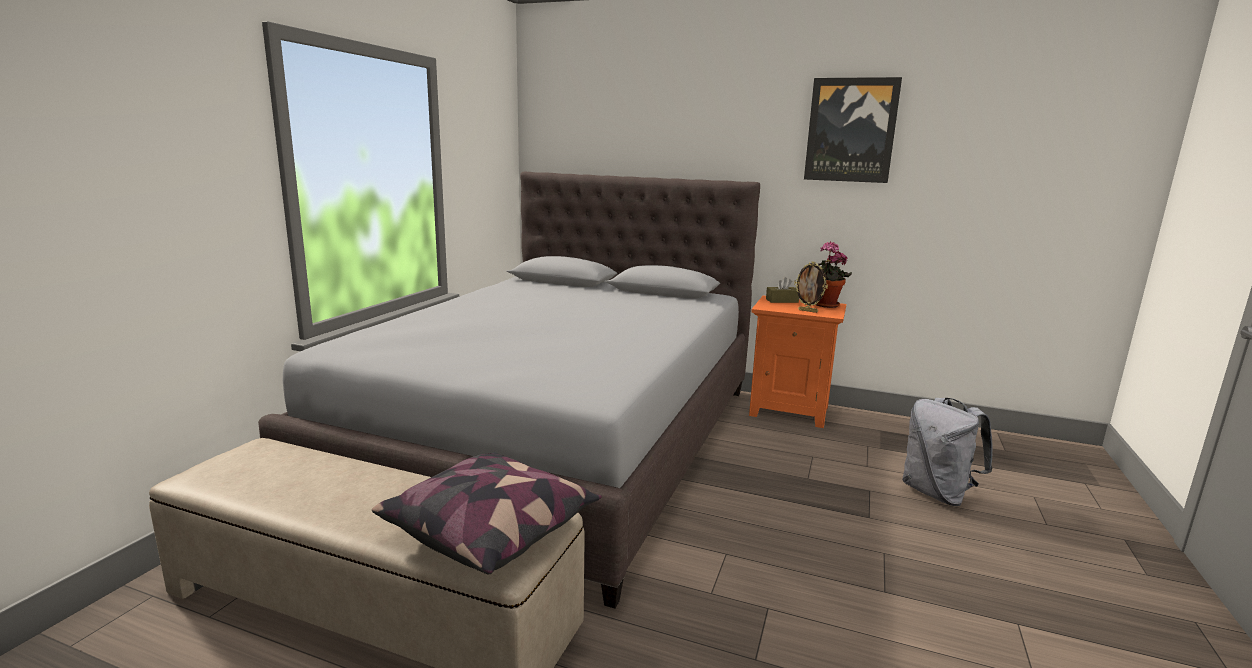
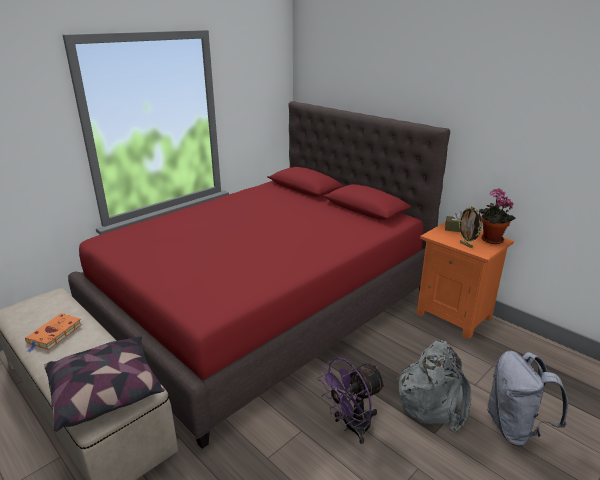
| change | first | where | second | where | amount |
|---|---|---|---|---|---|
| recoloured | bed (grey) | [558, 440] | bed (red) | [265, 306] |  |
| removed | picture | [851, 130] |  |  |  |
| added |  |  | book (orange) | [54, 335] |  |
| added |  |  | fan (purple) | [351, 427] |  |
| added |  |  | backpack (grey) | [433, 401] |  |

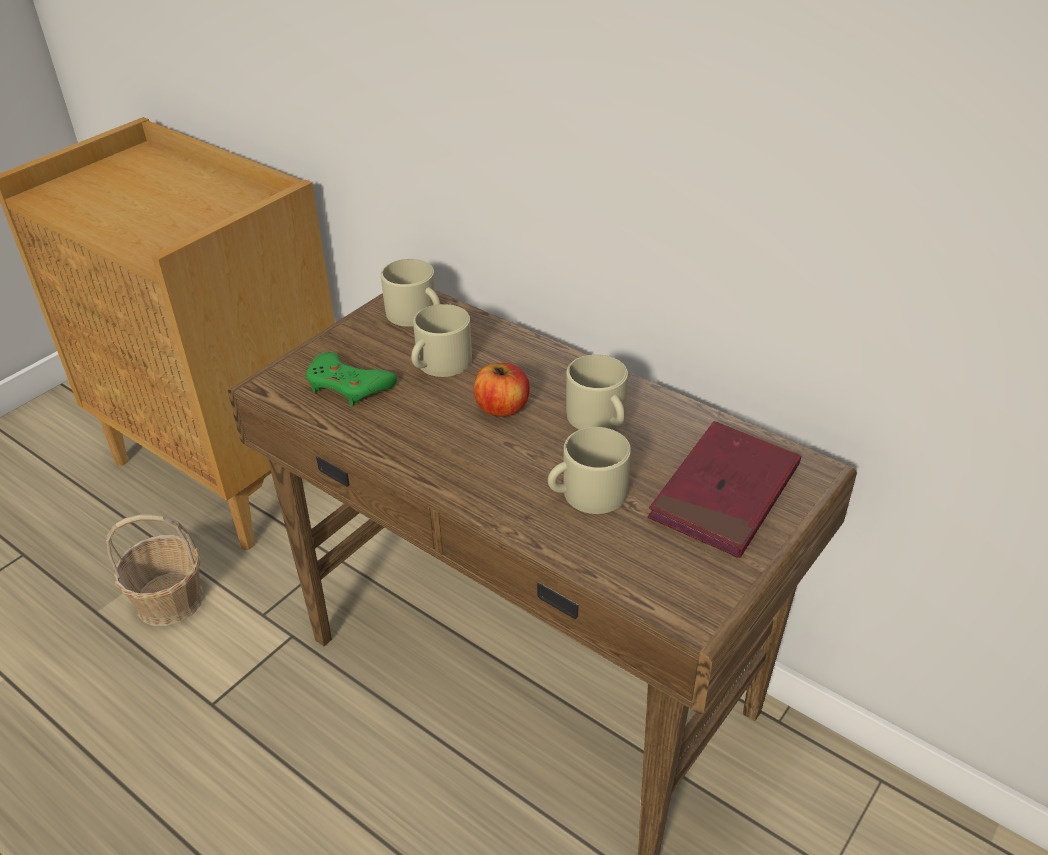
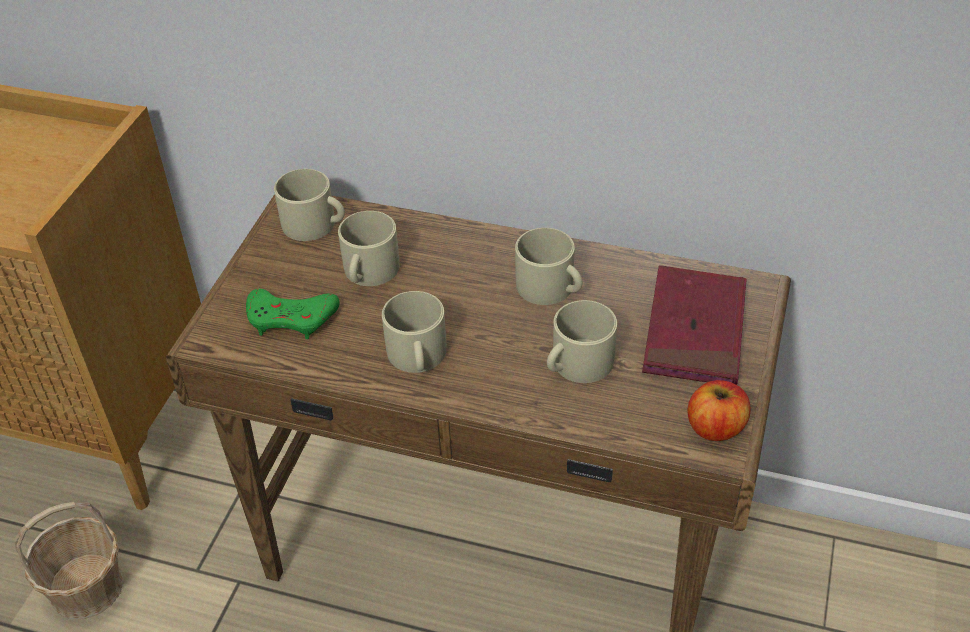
| change | first | where | second | where | amount |
|---|---|---|---|---|---|
| moved | apple | [502, 408] |  | [715, 427] |  |
| added |  |  | mug (beige) | [417, 356] |  |

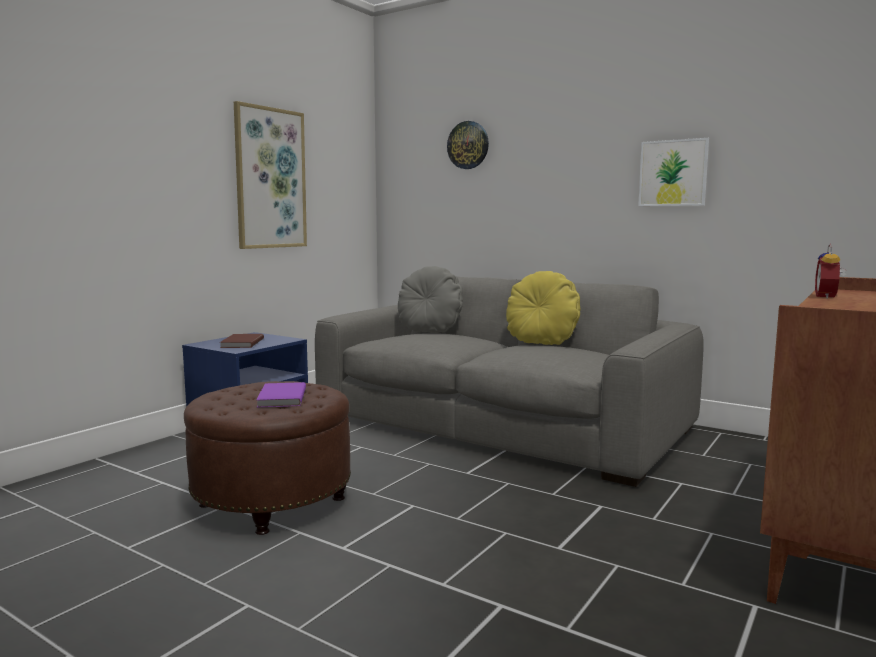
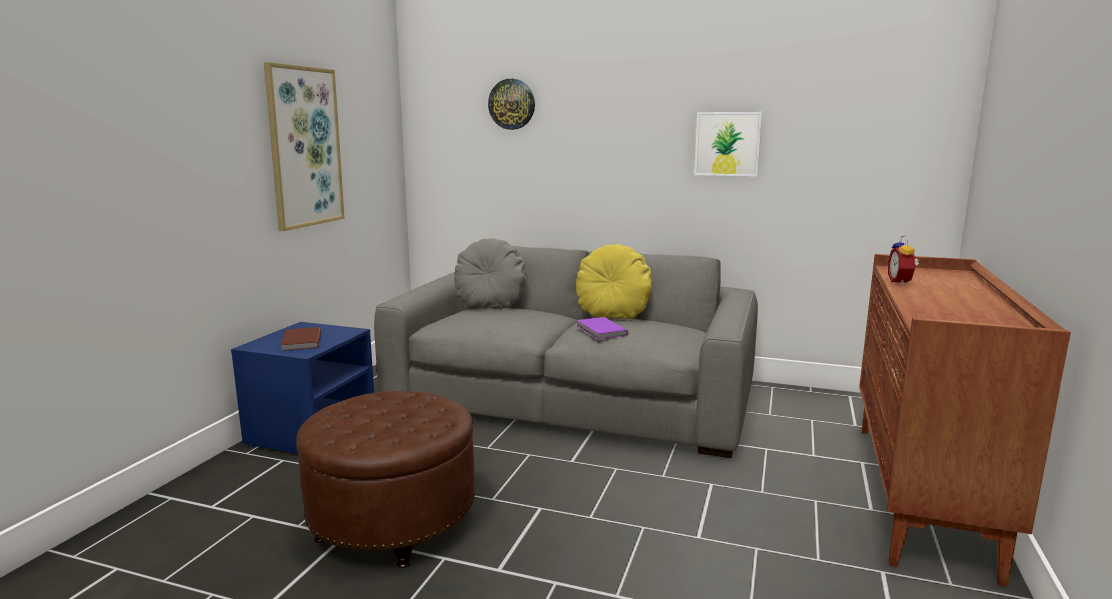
| change | first | where | second | where | amount |
|---|---|---|---|---|---|
| moved | book (purple) | [280, 398] |  | [600, 330] |  |

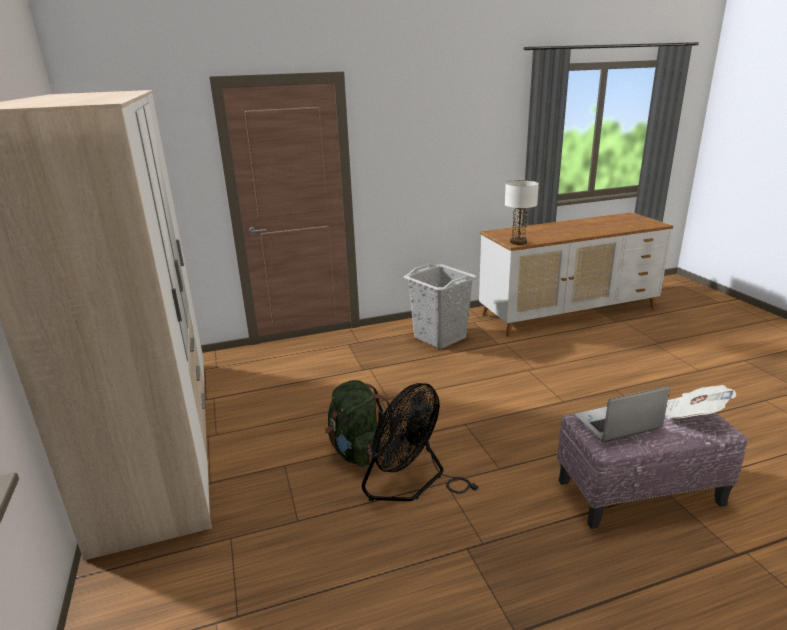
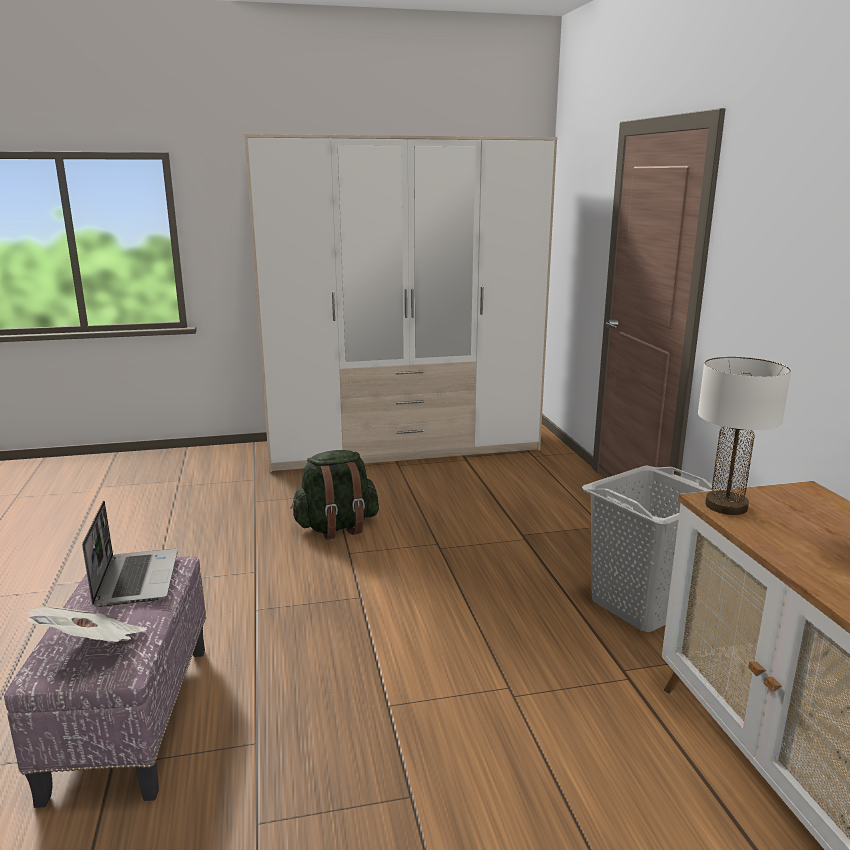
| change | first | where | second | where | amount |
|---|---|---|---|---|---|
| removed | fan (black) | [418, 479] |  |  |  |

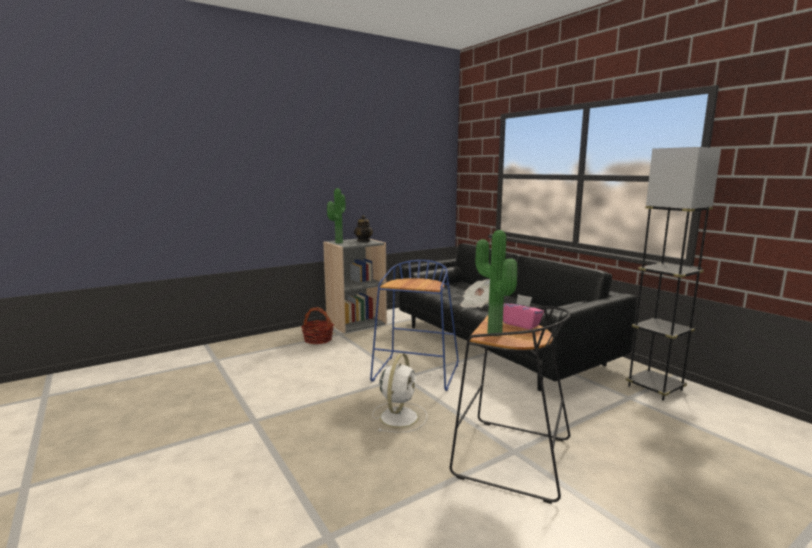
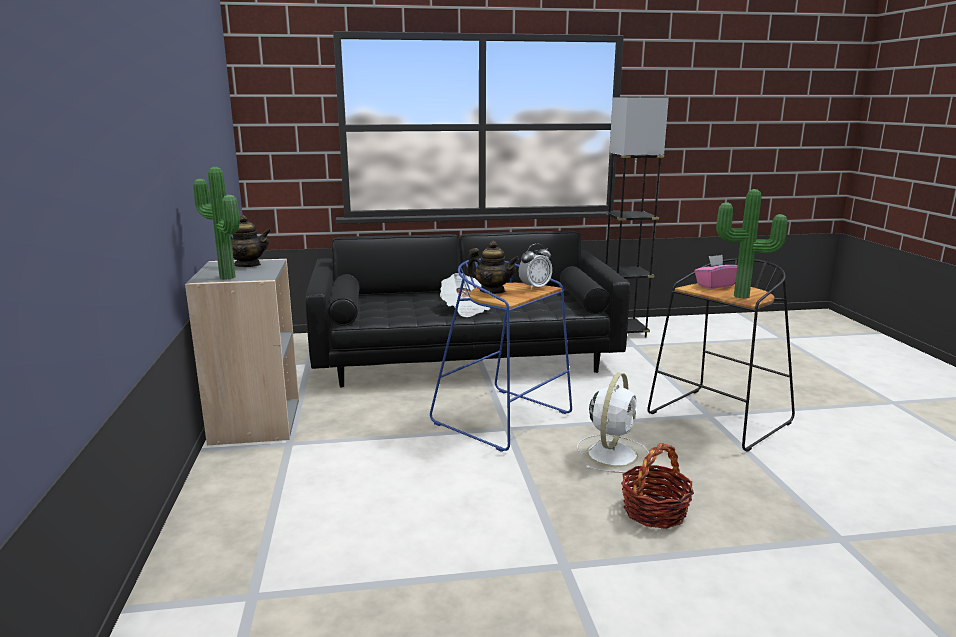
| change | first | where | second | where | amount |
|---|---|---|---|---|---|
| moved | basket | [318, 339] |  | [654, 511] |  |
| turned | fan (white) | [399, 416] |  | [612, 453] | 75 degrees clockwise |
| added |  |  | teapot | [492, 291] |  |
| added |  |  | alarm clock | [535, 287] |  |

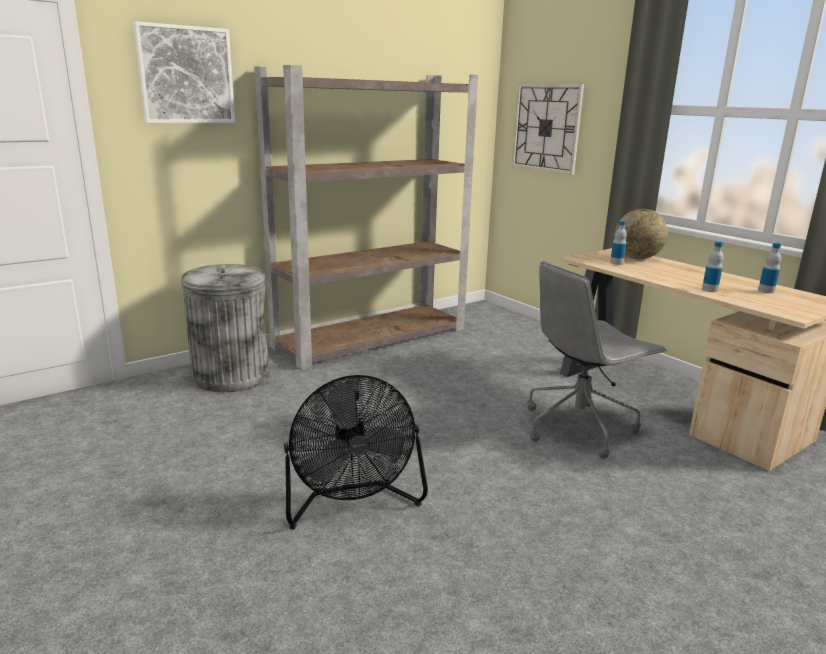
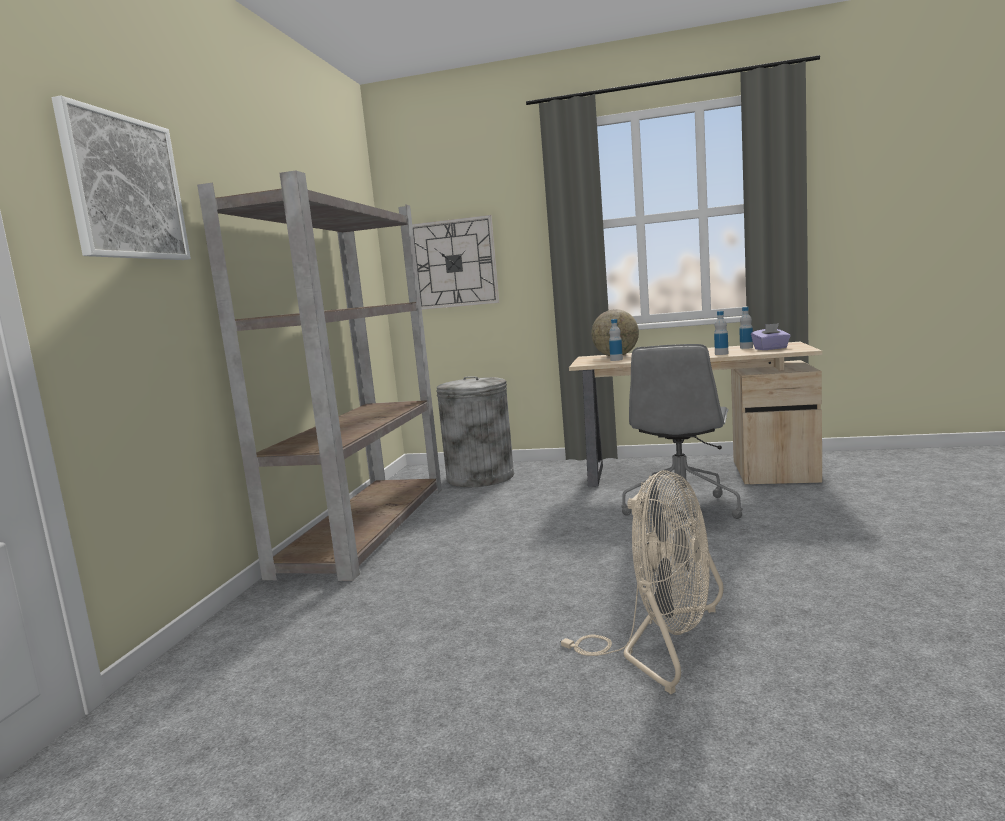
| change | first | where | second | where | amount |
|---|---|---|---|---|---|
| moved | trash can (grey) | [232, 376] |  | [480, 477] |  |
| recoloured | fan (black) | [346, 501] | fan (beige) | [659, 644] |  |
| added |  |  | tissue box (purple) | [771, 348] |  |

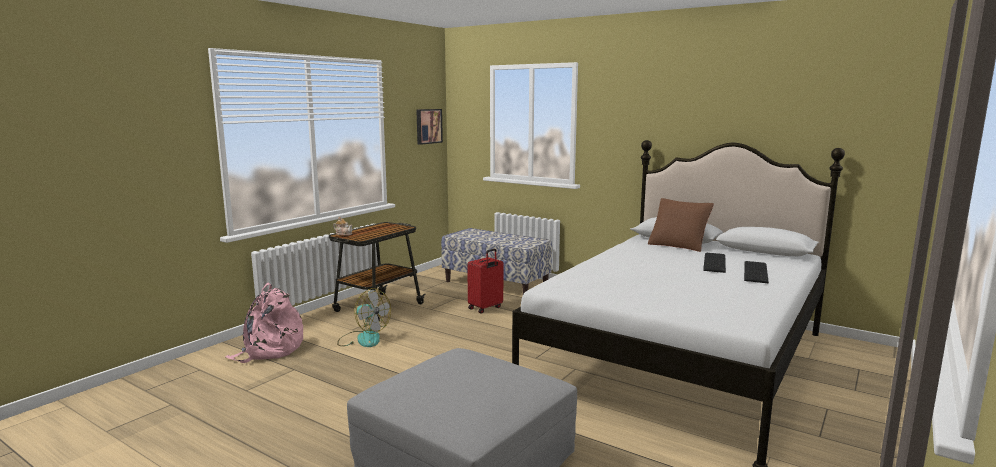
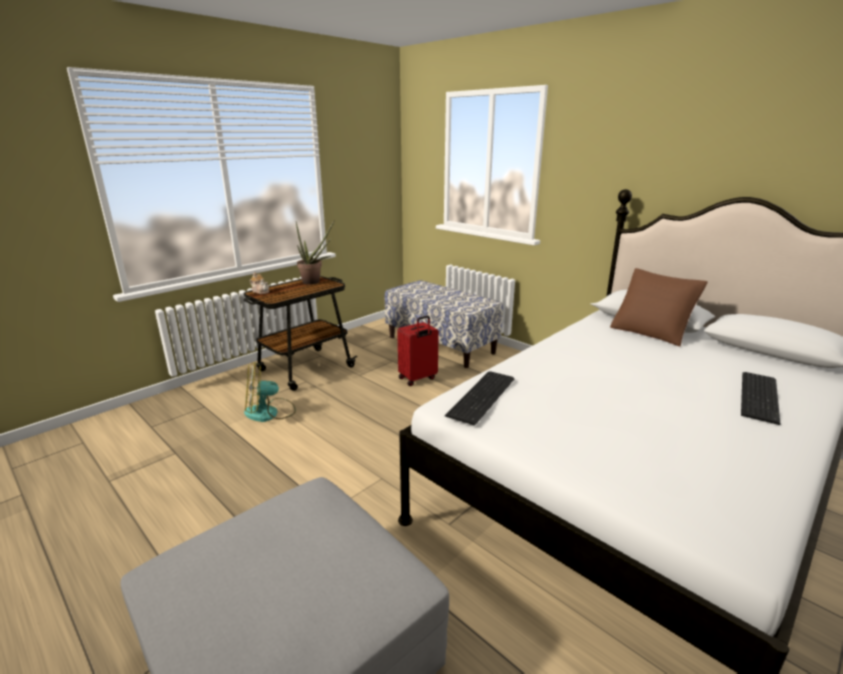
| change | first | where | second | where | amount |
|---|---|---|---|---|---|
| removed | backpack (pink) | [269, 350] |  |  |  |
| turned | fan | [363, 339] |  | [269, 413] | 120 degrees clockwise |
| removed | picture | [428, 126] |  |  |  |
| moved | keyboard | [716, 262] |  | [484, 396] |  |
| added |  |  | potted plant | [314, 282] |  |

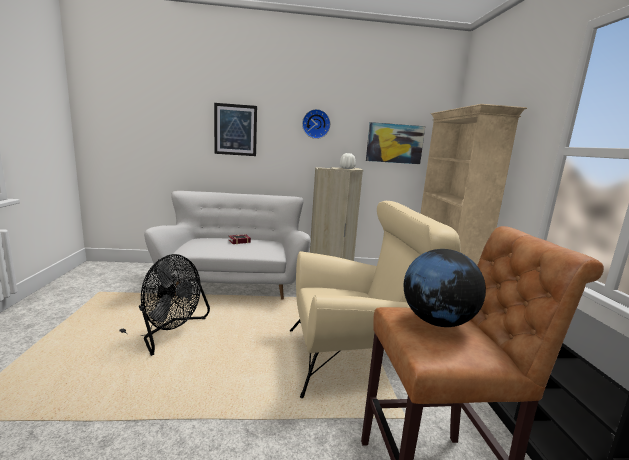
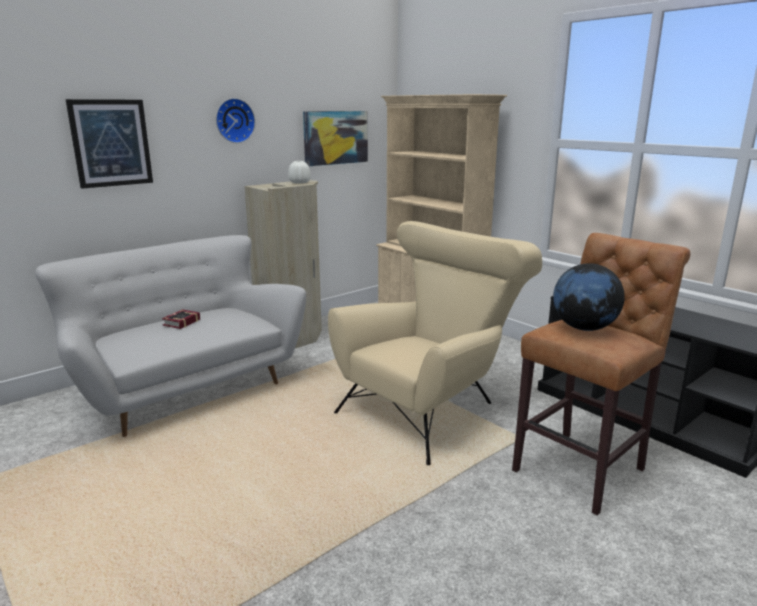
| change | first | where | second | where | amount |
|---|---|---|---|---|---|
| removed | fan (black) | [166, 333] |  |  |  |

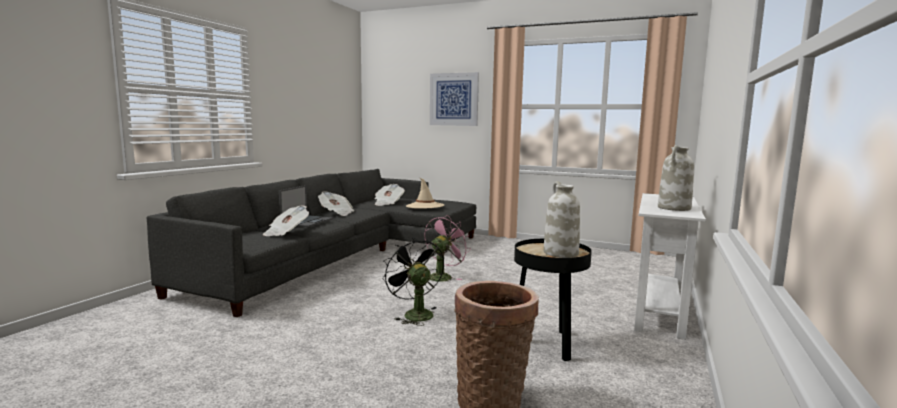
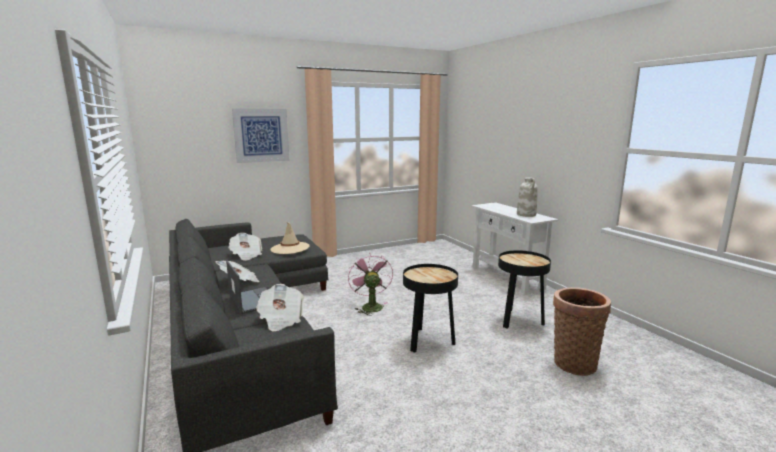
| change | first | where | second | where | amount |
|---|---|---|---|---|---|
| replaced | fan (black) | [414, 314] | side table (black) | [428, 341] |  |
| removed | vase (white) | [560, 253] |  |  |  |

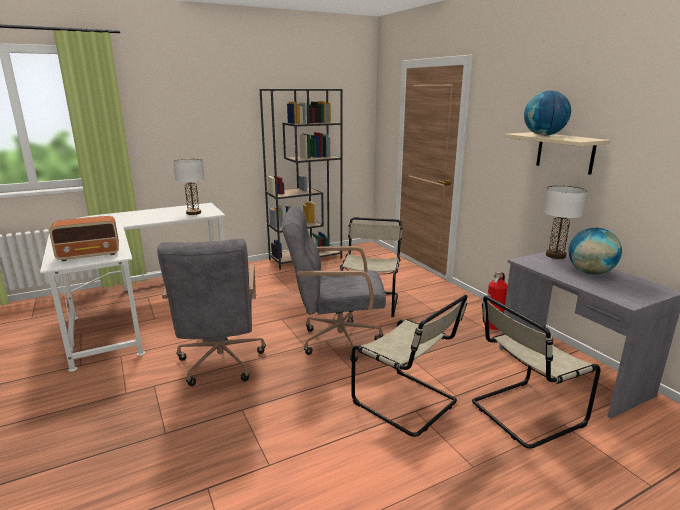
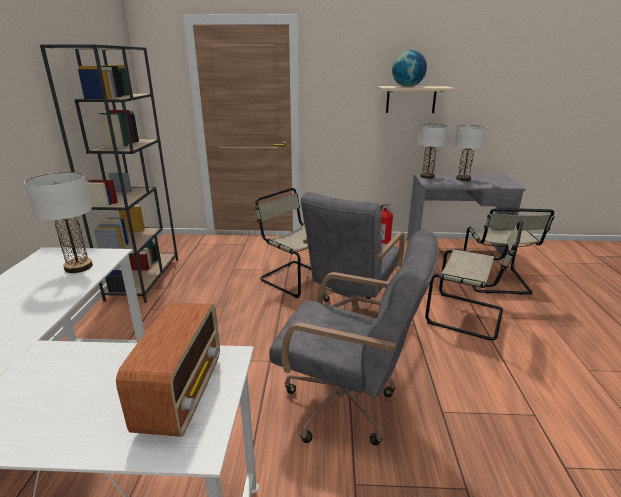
| change | first | where | second | where | amount |
|---|---|---|---|---|---|
| turned | chair (beige) | [408, 403] |  | [468, 316] | 45 degrees clockwise |
| replaced | globe | [590, 272] | table lamp | [463, 179] |  |

